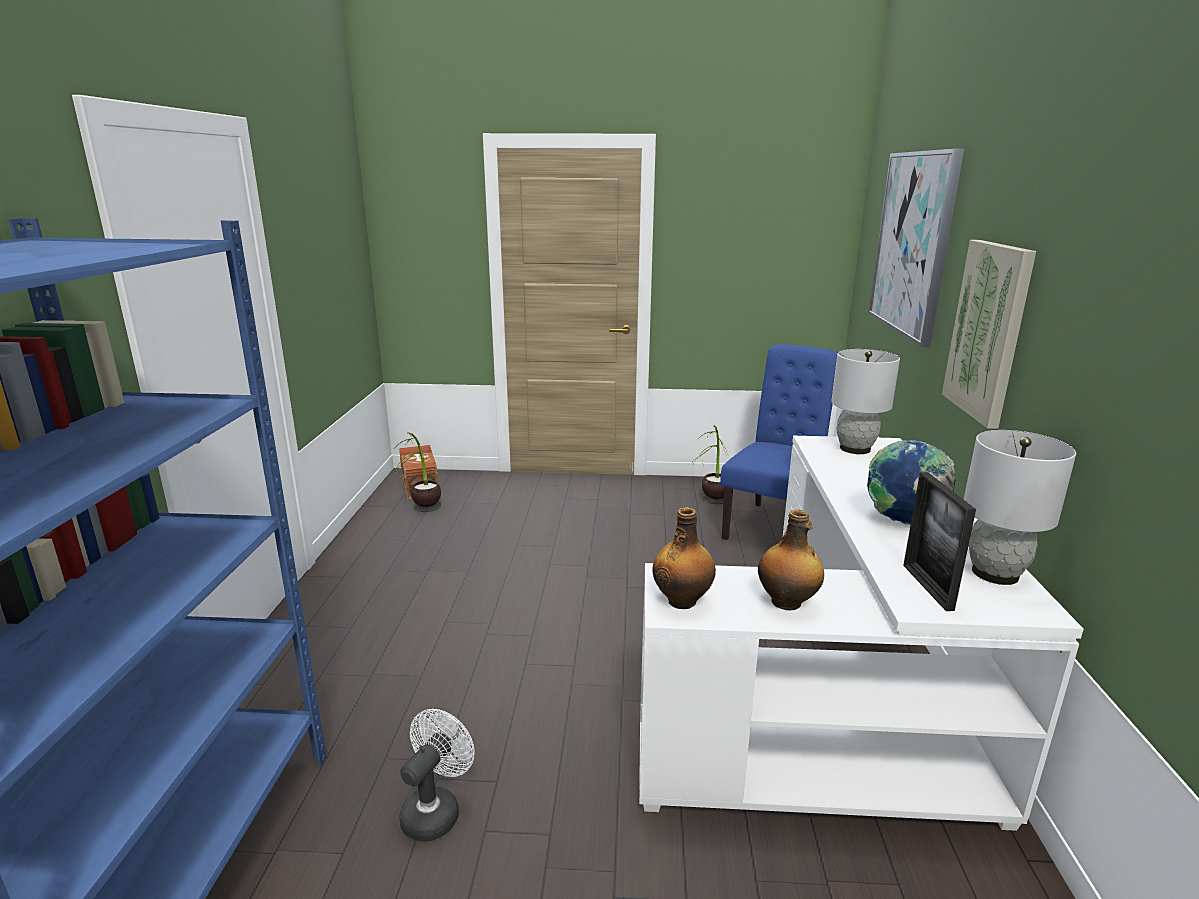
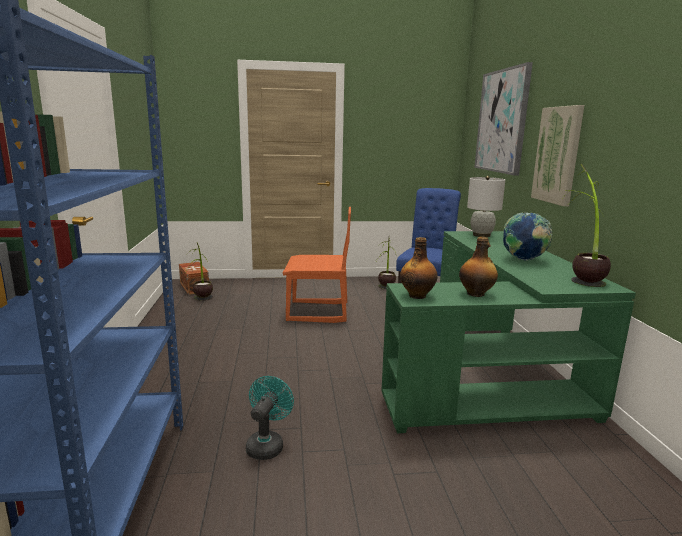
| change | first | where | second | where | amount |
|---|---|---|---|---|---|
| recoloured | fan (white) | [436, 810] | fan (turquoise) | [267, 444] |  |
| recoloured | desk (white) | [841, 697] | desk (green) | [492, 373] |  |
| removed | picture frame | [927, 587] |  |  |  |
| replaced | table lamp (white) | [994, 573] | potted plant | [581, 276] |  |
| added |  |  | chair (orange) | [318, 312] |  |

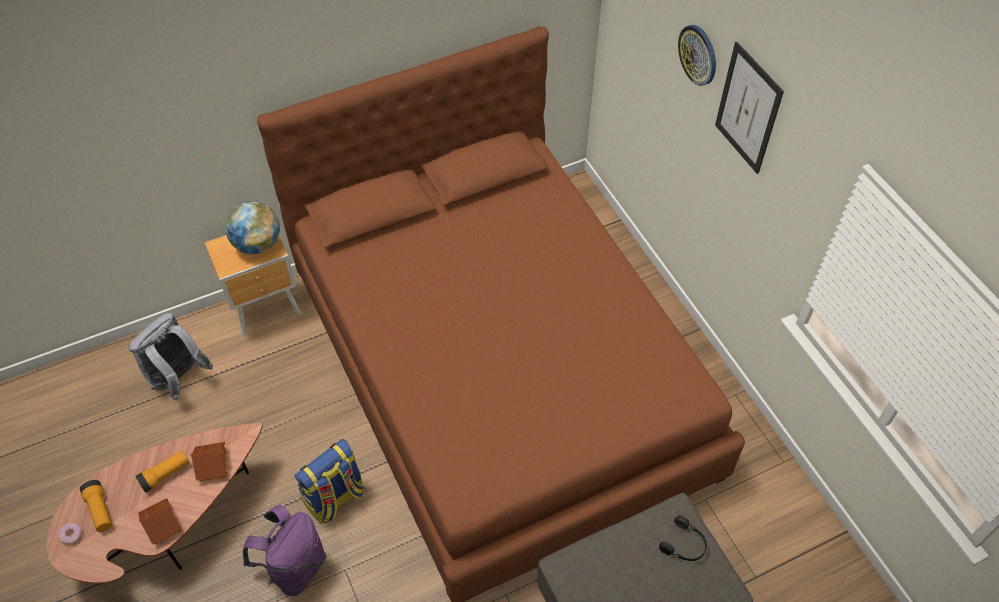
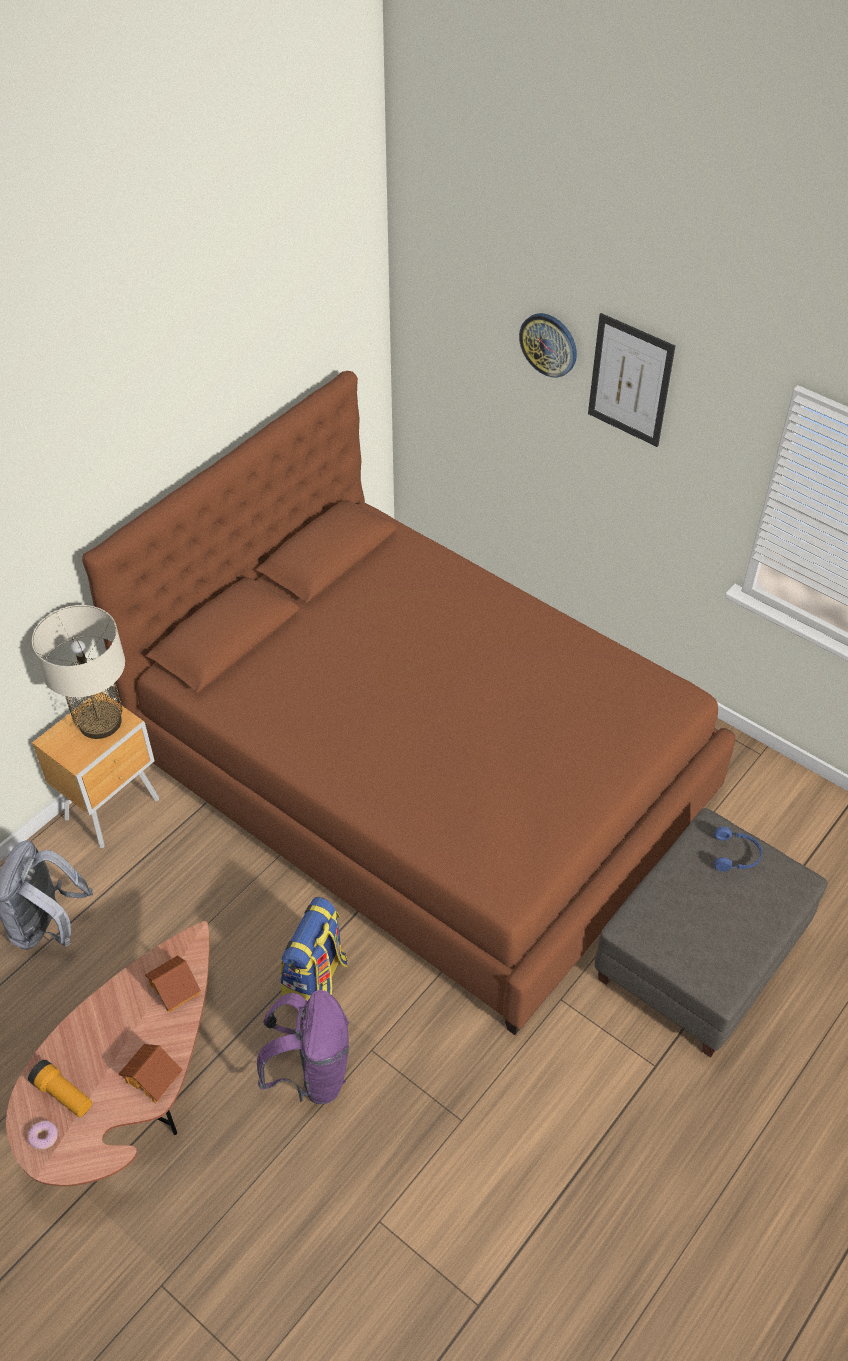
| change | first | where | second | where | amount |
|---|---|---|---|---|---|
| removed | flashlight | [165, 475] |  |  |  |
| replaced | globe | [257, 244] | table lamp | [100, 722] |  |
| recoloured | headphones (black) | [684, 545] | headphones (blue) | [736, 855] |  |

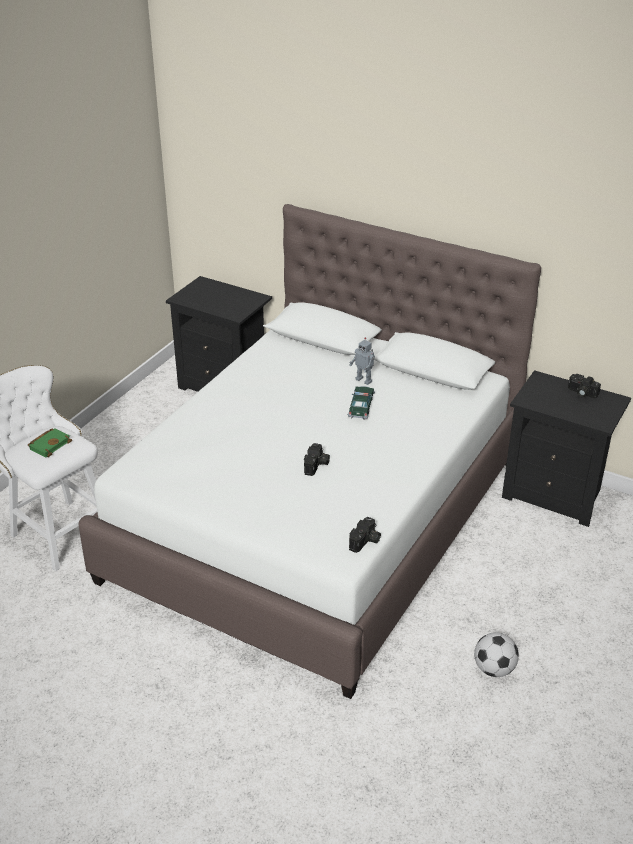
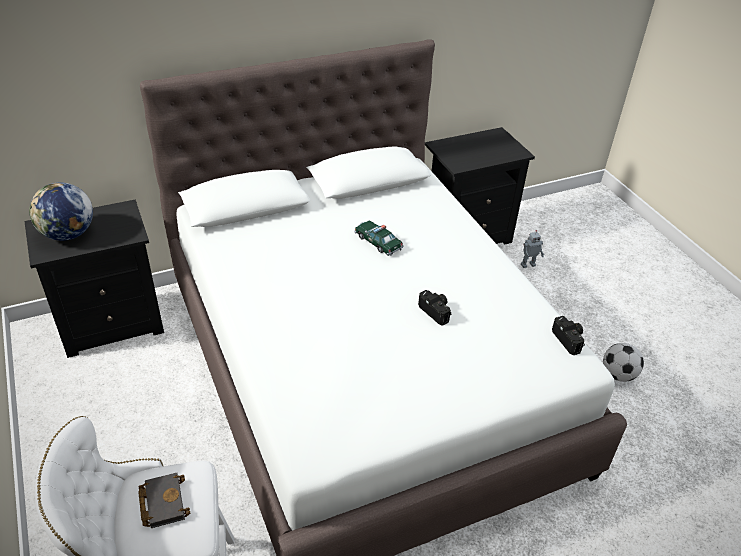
| change | first | where | second | where | amount |
|---|---|---|---|---|---|
| recoloured | book (green) | [50, 444] | book (black) | [162, 502] |  |
| moved | toy robot | [364, 380] |  | [527, 264] |  |
| removed | photo camera | [581, 393] |  |  |  |
| added |  |  | globe | [68, 234] |  |

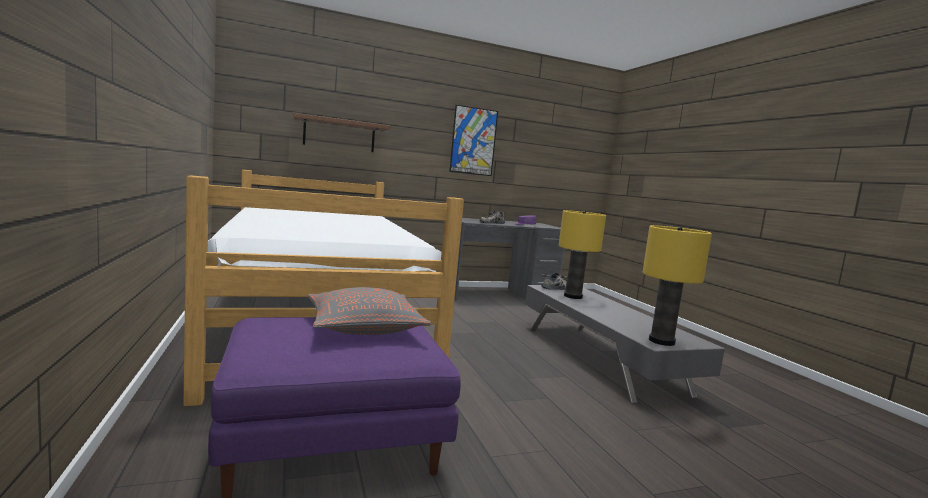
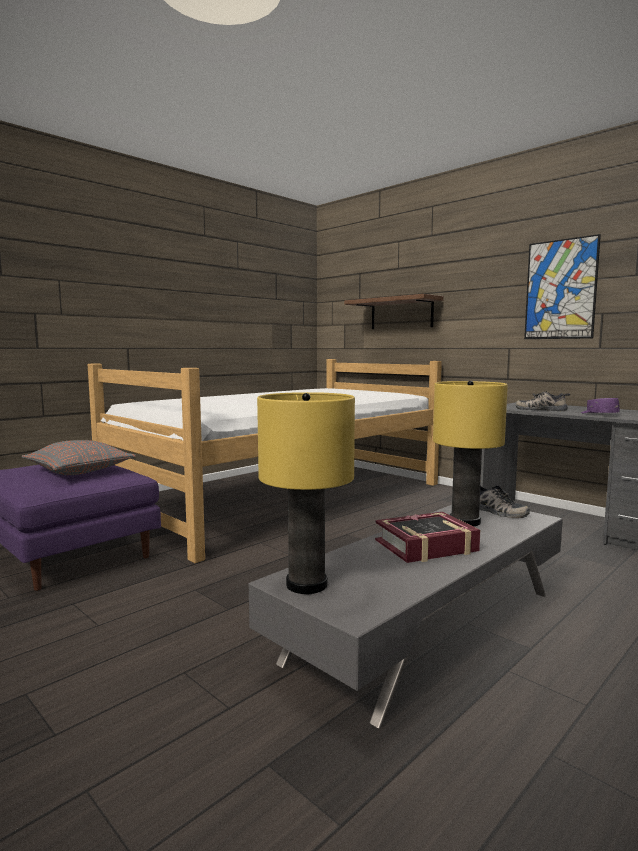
| change | first | where | second | where | amount |
|---|---|---|---|---|---|
| added |  |  | book | [426, 546] |  |

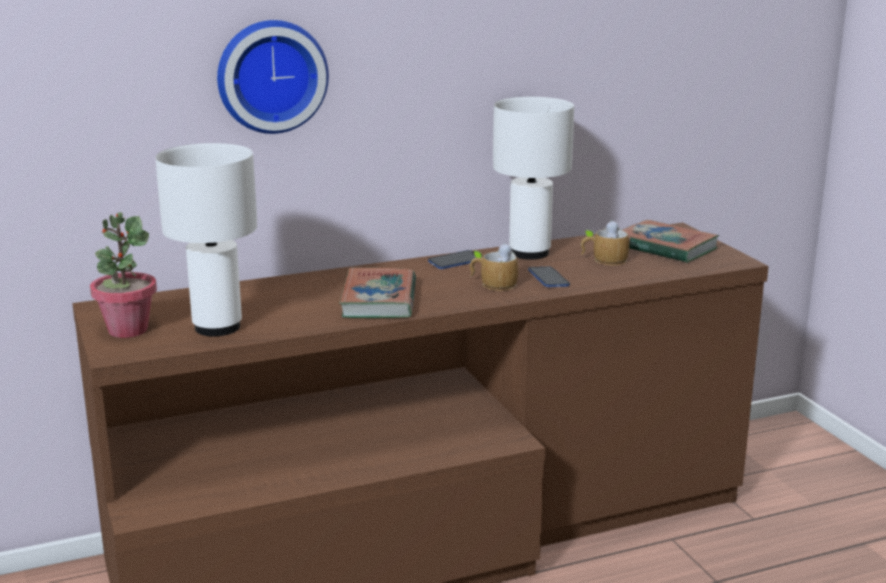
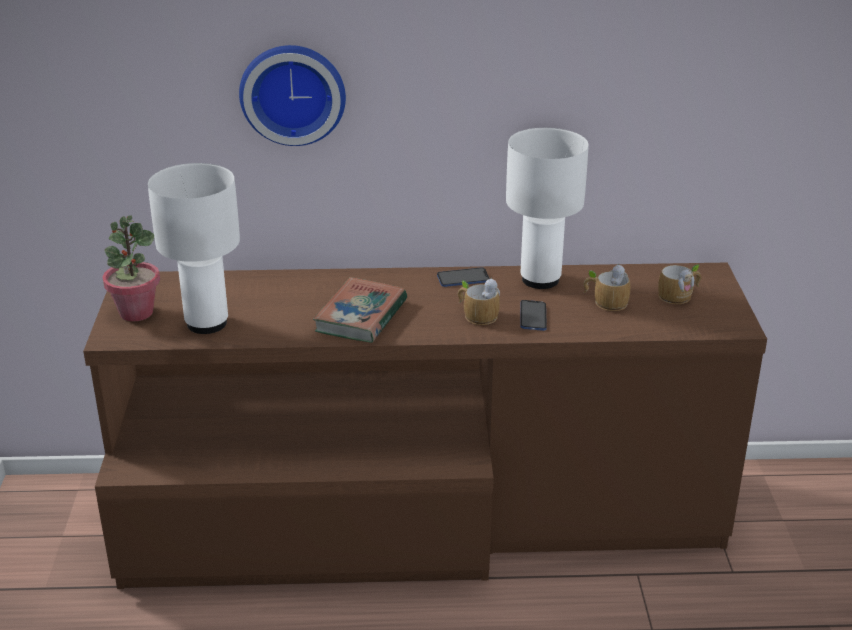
| change | first | where | second | where | amount |
|---|---|---|---|---|---|
| replaced | book | [665, 248] | mug | [680, 295] |  |

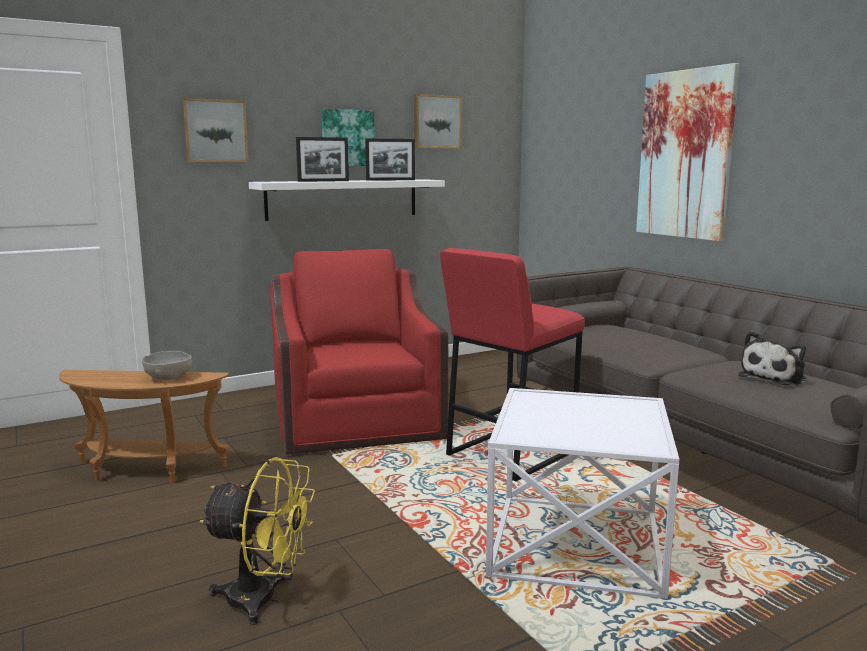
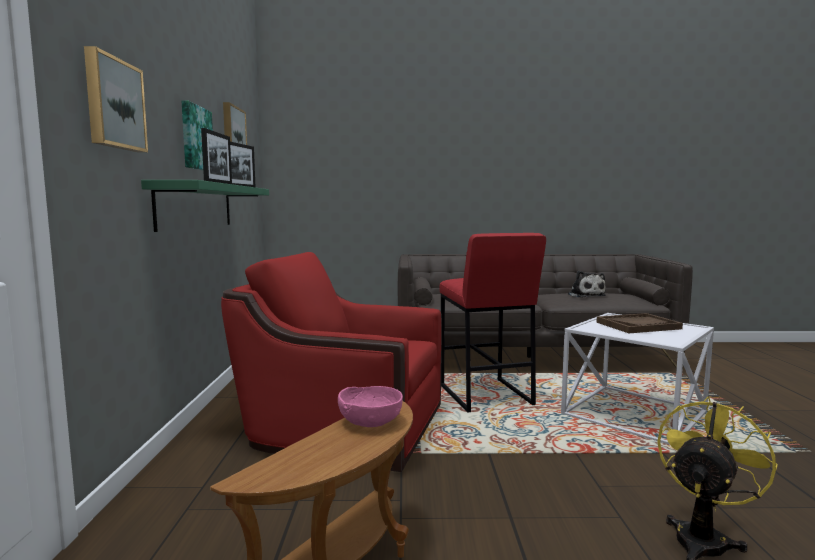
| change | first | where | second | where | amount |
|---|---|---|---|---|---|
| recoloured | bowl (grey) | [169, 377] | bowl (pink) | [370, 421] |  |
| recoloured | shelf (white) | [343, 199] | shelf (green) | [196, 206] |  |
| removed | picture | [685, 155] |  |  |  |
| added |  |  | tray (brown) | [638, 325] |  |

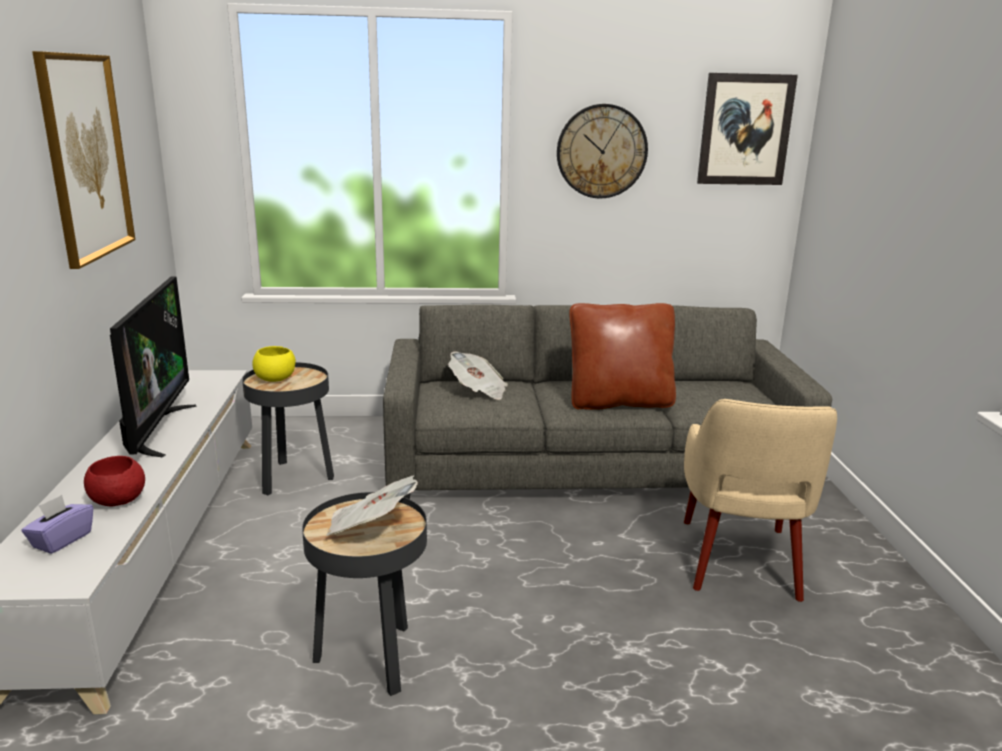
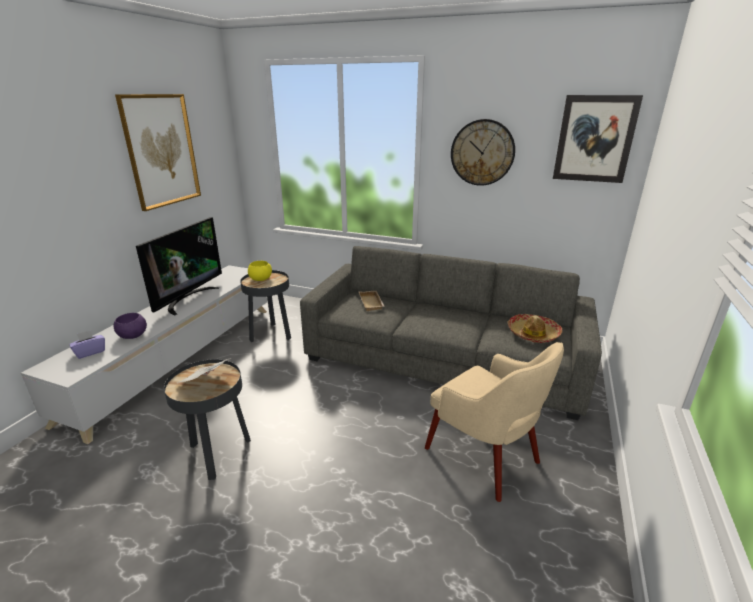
| change | first | where | second | where | amount |
|---|---|---|---|---|---|
| recoloured | bowl (red) | [116, 501] | bowl (purple) | [132, 336] |  |
| replaced | newspaper | [478, 391] | tray (beige) | [372, 303] |  |
| removed | pillow (brown) | [619, 402] |  |  |  |
| turned | armchair (beige) | [739, 561] |  | [484, 457] | 75 degrees counterclockwise |
| added |  |  | hat | [533, 334] |  |

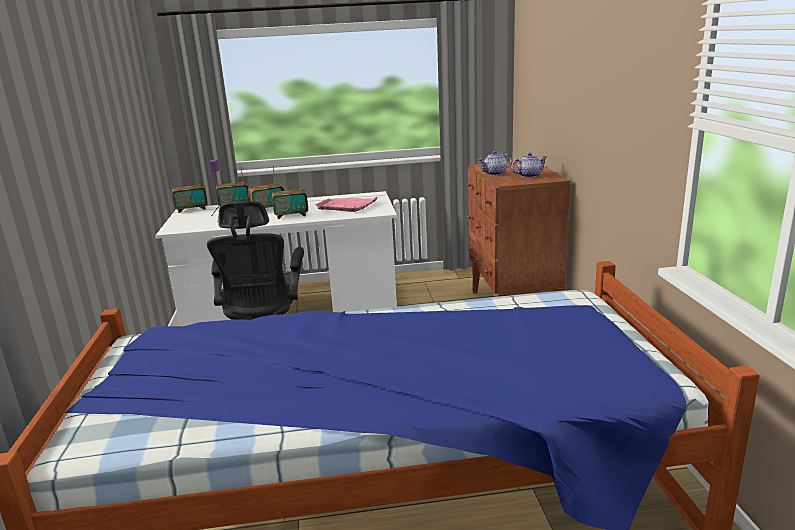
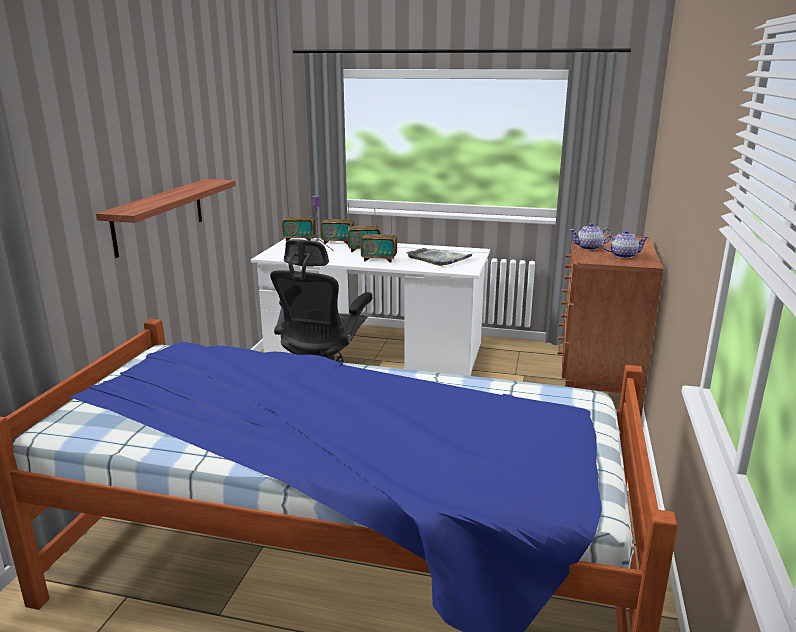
| change | first | where | second | where | amount |
|---|---|---|---|---|---|
| recoloured | tray (pink) | [347, 206] | tray (grey) | [439, 258] |  |
| added |  |  | shelf | [159, 216] |  |

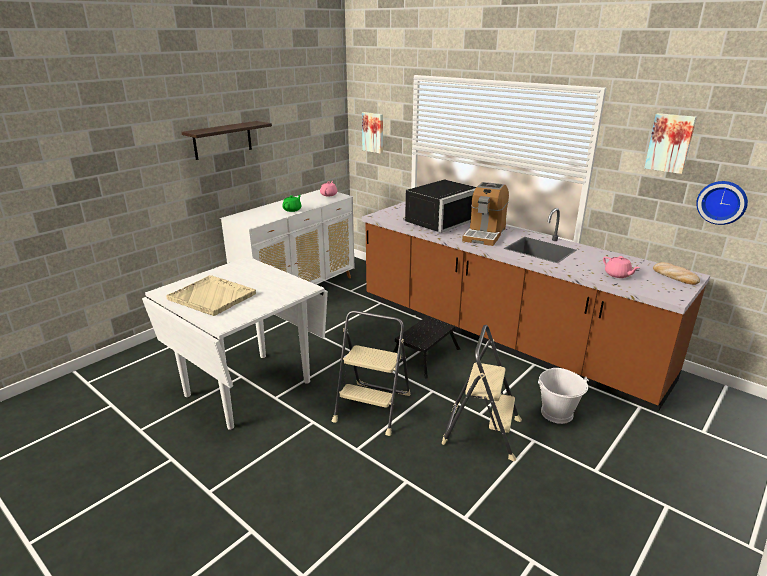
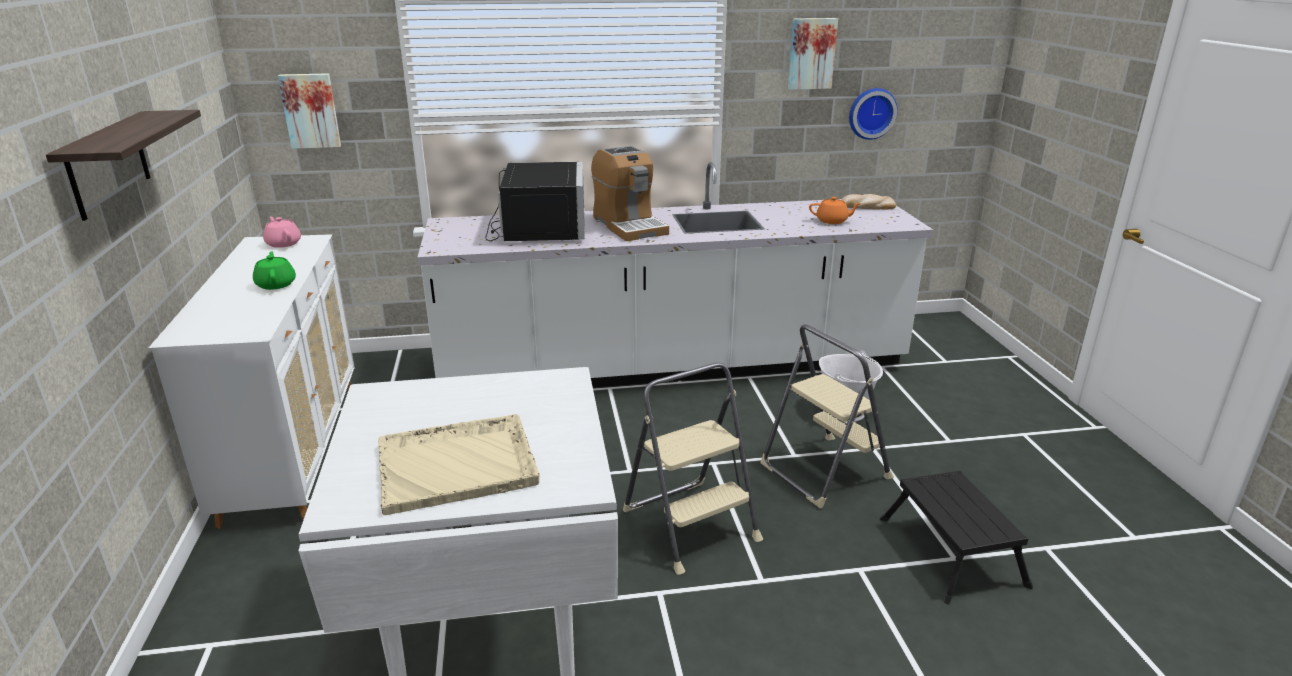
| change | first | where | second | where | amount |
|---|---|---|---|---|---|
| recoloured | counter (brown) | [502, 336] | counter (white) | [673, 365] |  |
| moved | step ladder (black) | [424, 355] |  | [952, 552] |  |
| recoloured | teapot (pink) | [617, 275] | teapot (orange) | [832, 221] |  |

